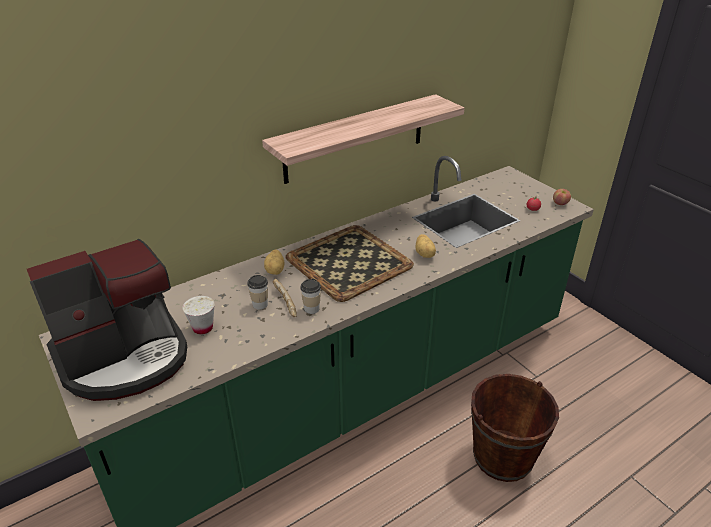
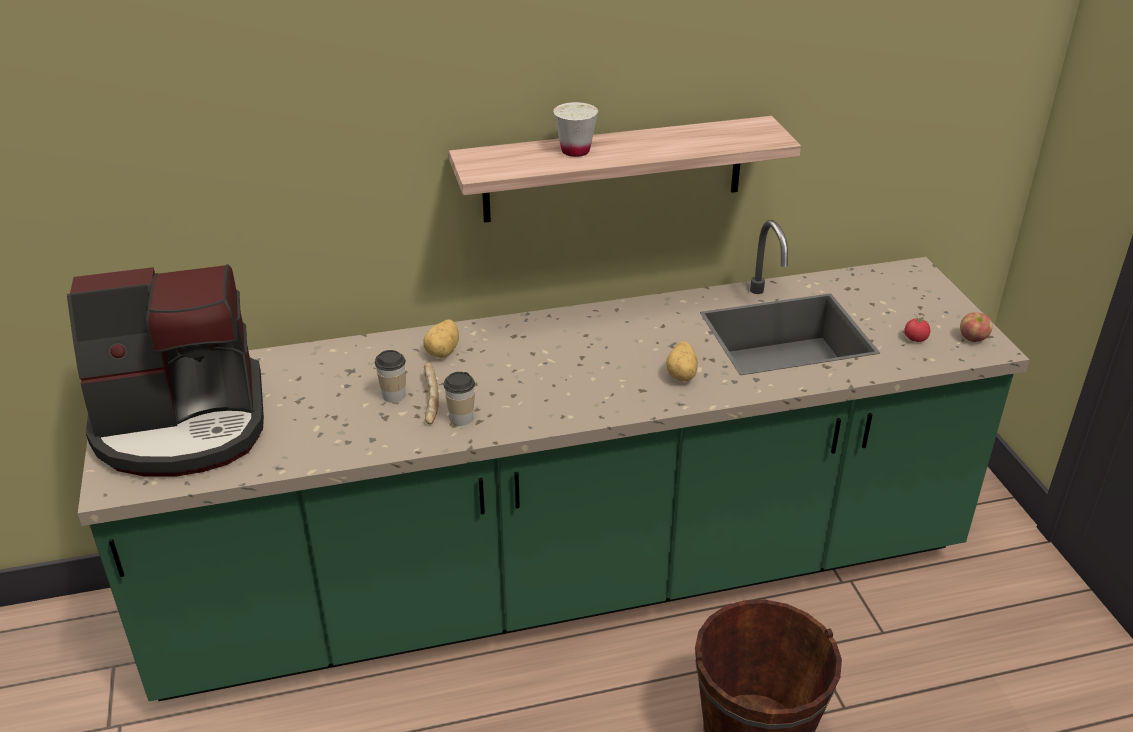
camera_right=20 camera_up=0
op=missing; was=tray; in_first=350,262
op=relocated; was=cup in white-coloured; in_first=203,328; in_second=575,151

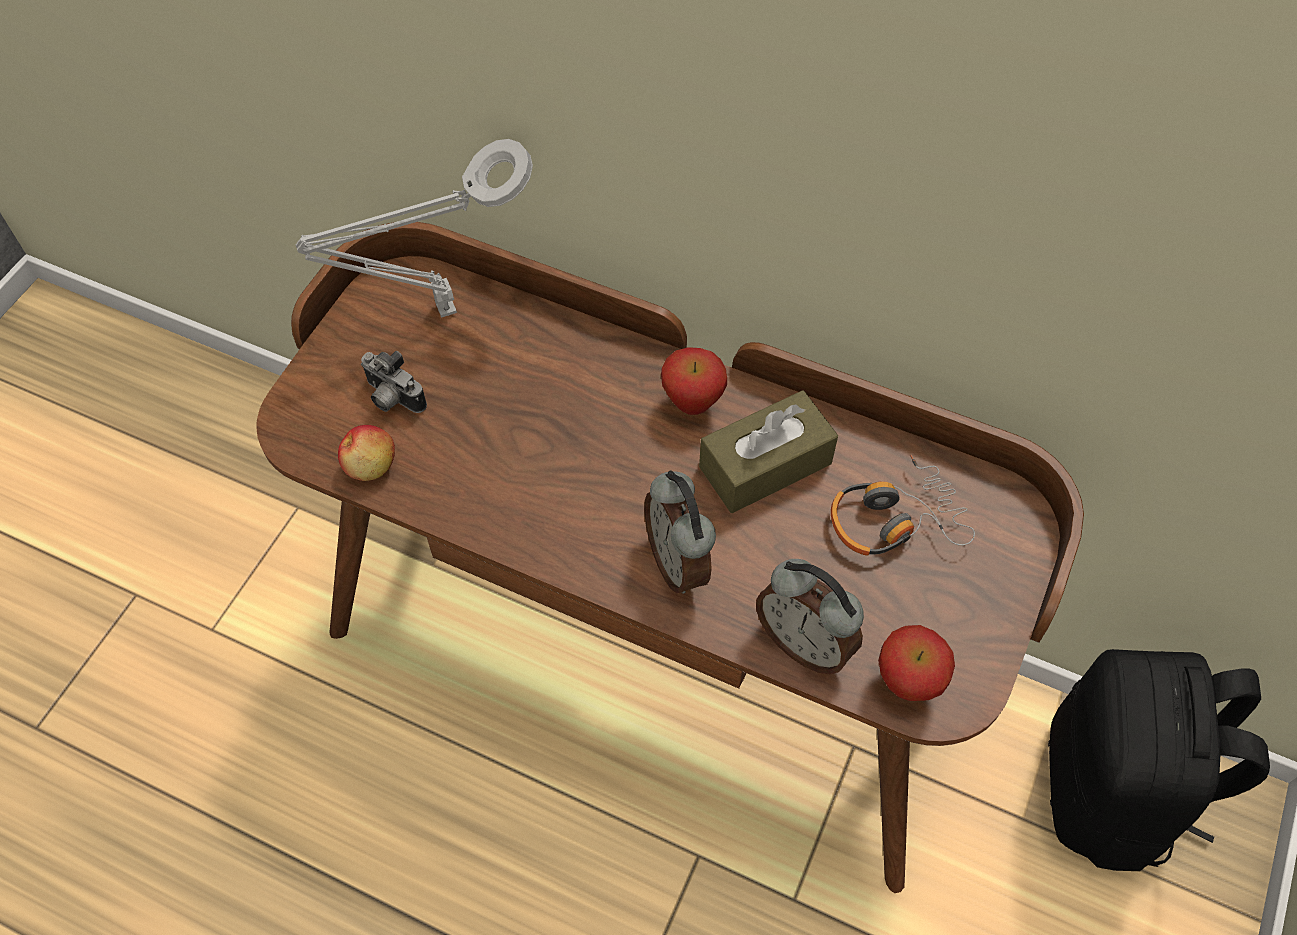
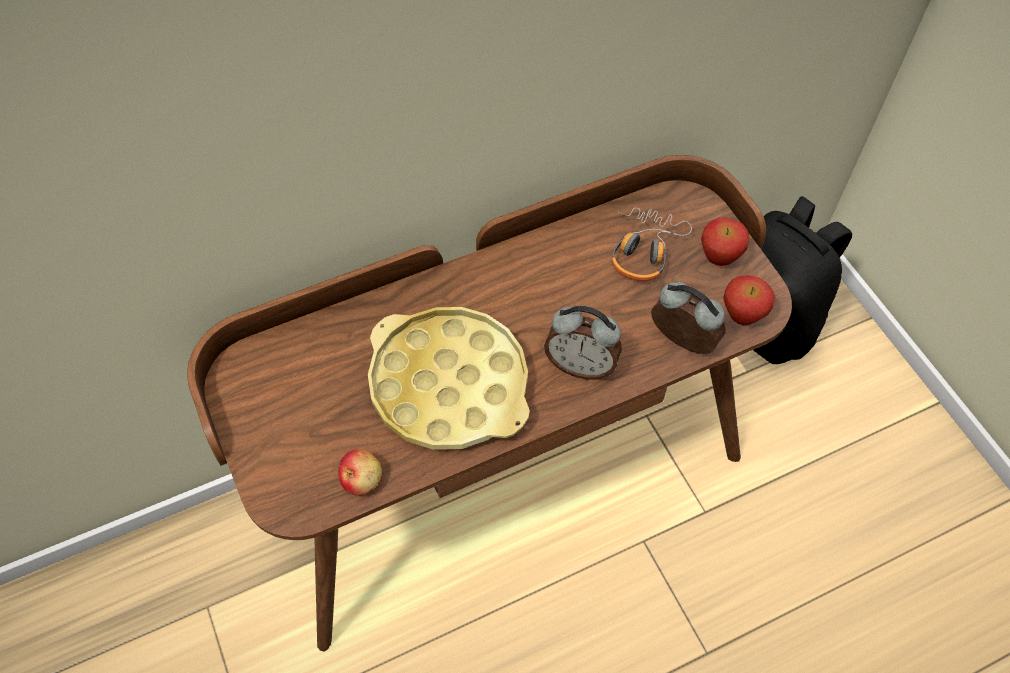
camera_right=-50 camera_up=0
op=missing; was=tabletop lamp in greyish; in_first=439,312
op=relocated; was=whole apple; in_first=692,404; in_second=718,259
op=missing; was=still camera; in_first=392,399
op=missing; was=box of tissues in brown-coloured; in_first=765,465
op=spun; was=bedside clock; in_first=804,642; in_second=680,343; clockwise=-135
op=appeared; now=tray in yellowish; in_second=449,385

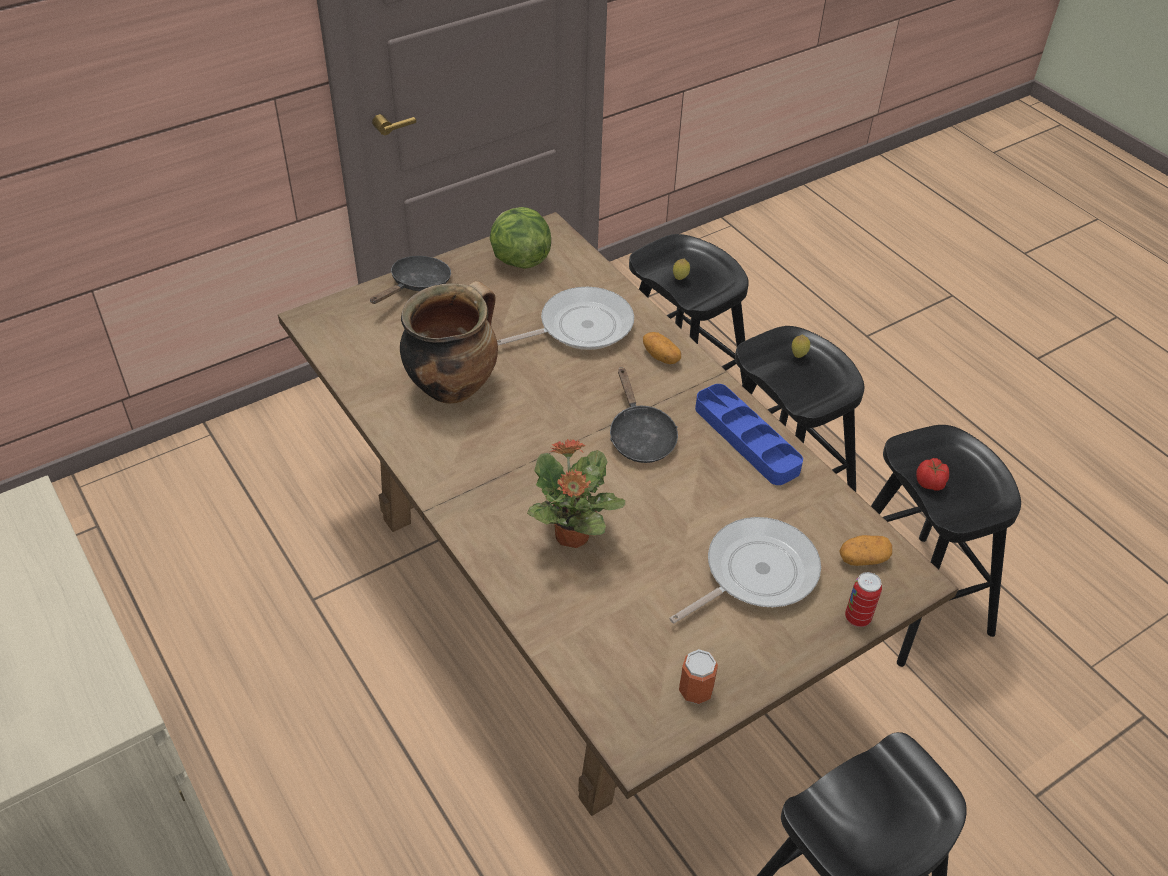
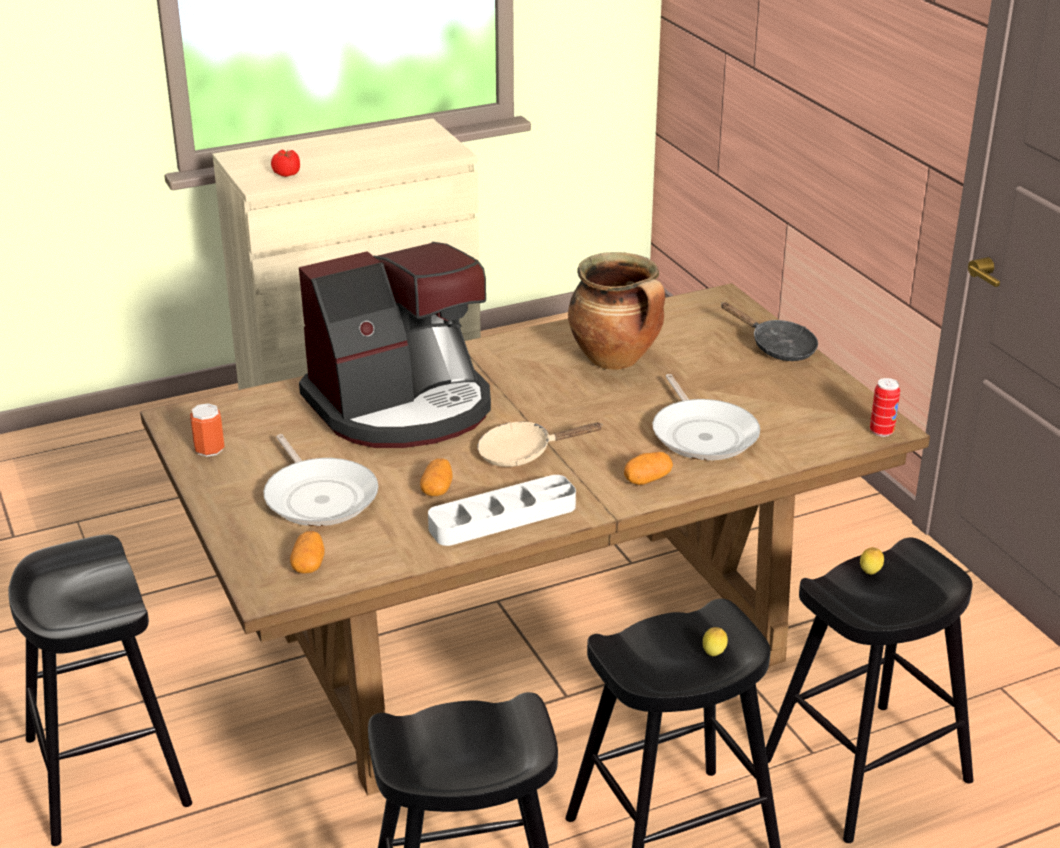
camera_right=100 camera_up=-15
op=missing; was=head of lettuce; in_first=519,259
op=colour; was=frying pan in black; now=frying pan in sand-coloured; in_first=640,436; in_second=522,453
op=colour; was=tray in blue-coloured; now=tray in greyish; in_first=746,439; in_second=502,517
op=exchanged; was=houseplant; now=coffee brewer; in_first=572,536; in_second=402,406
op=relocated; was=tomato; in_first=930,483; in_second=286,174
op=relocated; was=sealed can; in_first=857,618; in_second=881,431
op=appeared; now=spud; in_second=437,489

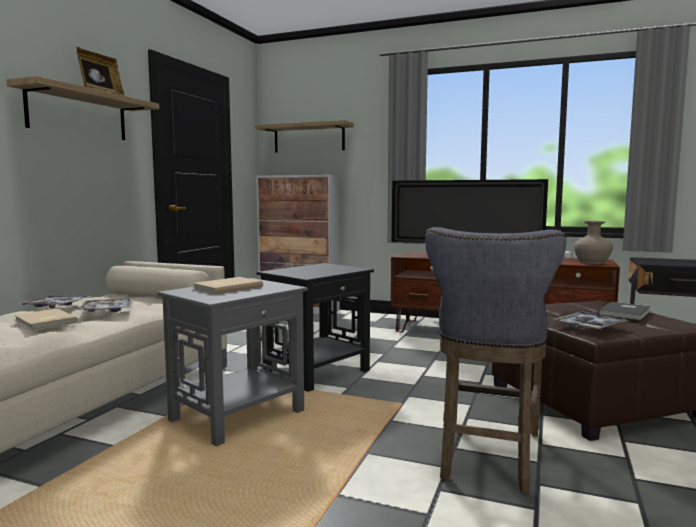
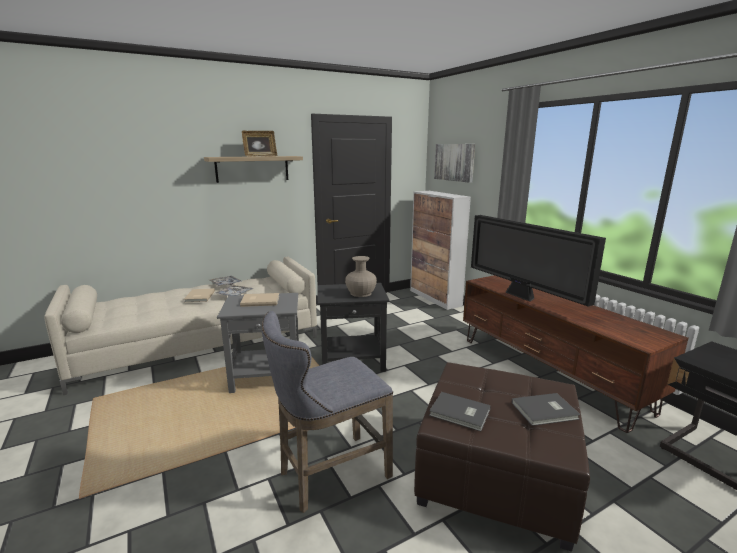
camera_right=40 camera_up=10
op=exchanged; was=bracket shelf; now=wall picture; in_first=309,138; in_second=454,162
op=relocated; was=decorative vase in sand-coloured; in_first=592,262; in_second=361,293
op=exchanged; was=tray; now=volume in greyish; in_first=589,327; in_second=460,413

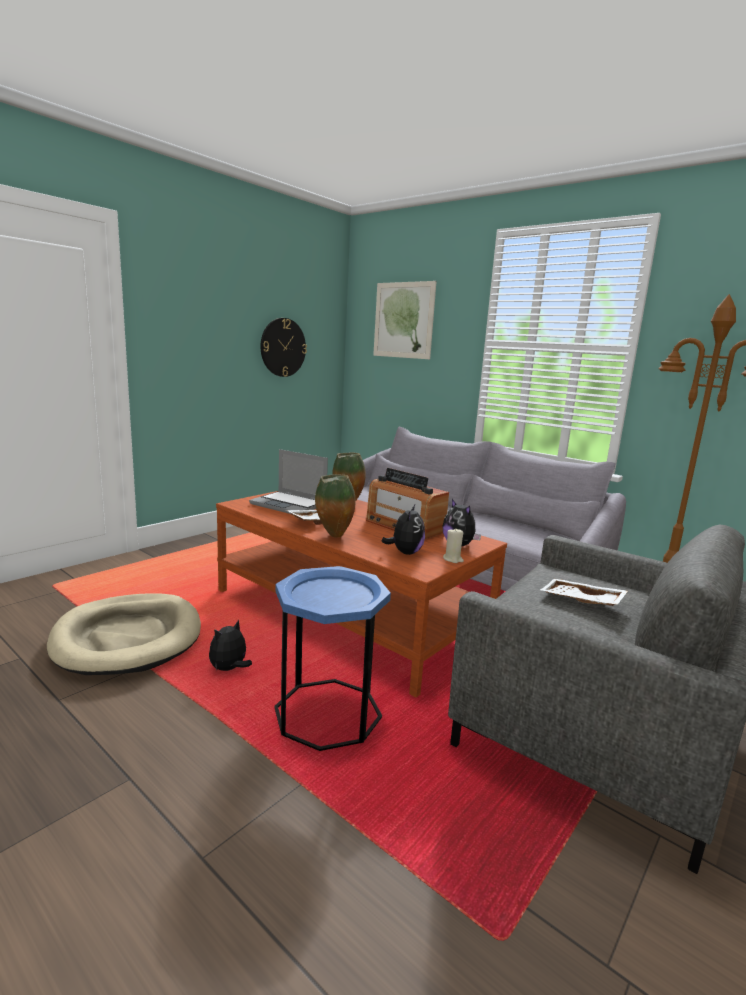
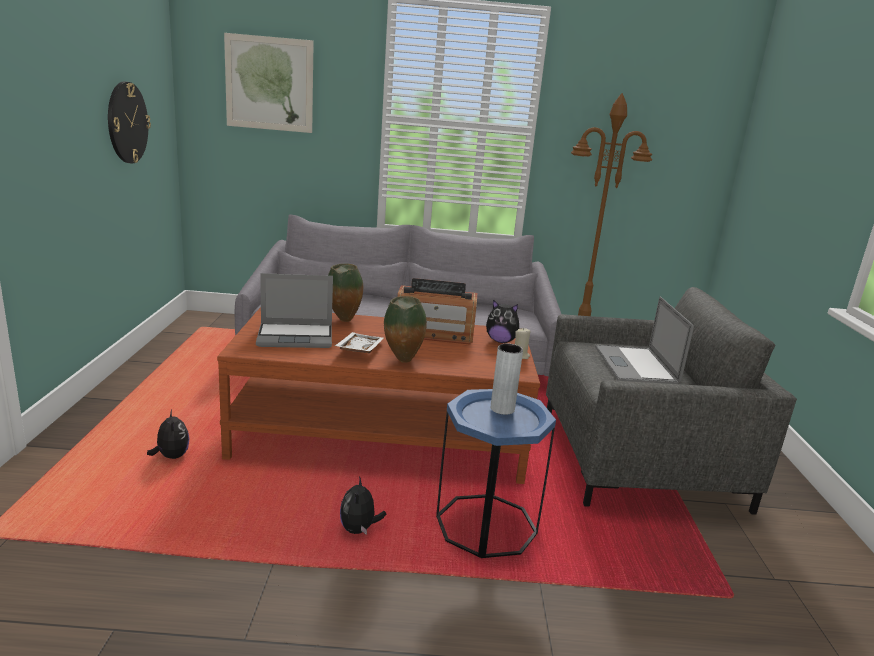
camera_right=-40 camera_up=5
op=relocated; was=plush toy; in_first=405,552; in_second=171,456
op=exchanged; was=tray in white-coloured; now=notebook computer; in_first=581,601; in_second=635,365
op=missing; was=pet bed in sand-coloured; in_first=128,638
op=appeared; now=decorative vase in greyish; in_second=502,409

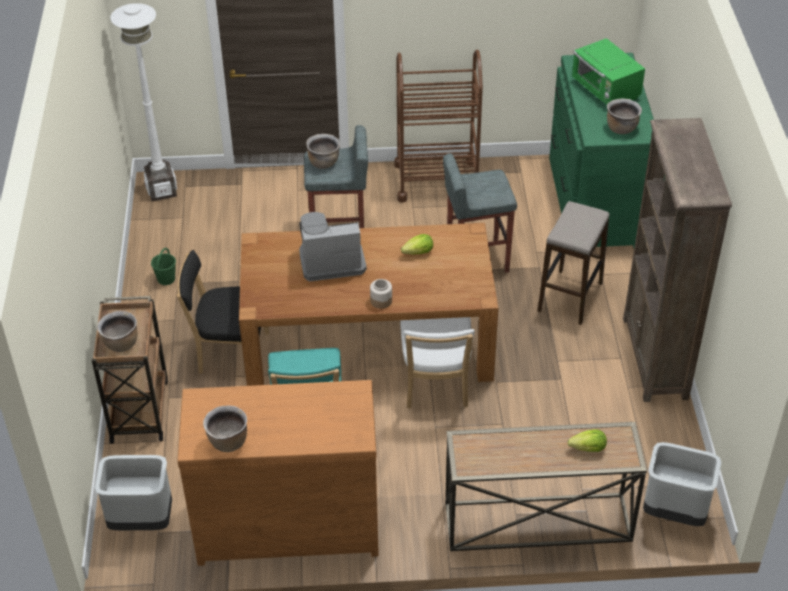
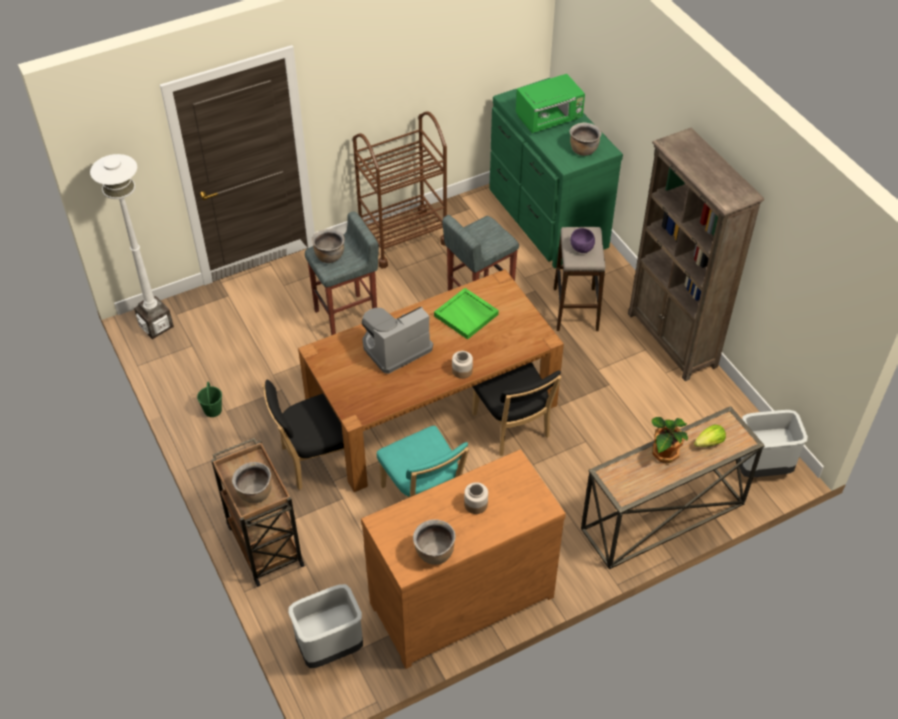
camera_right=-25 camera_up=5
op=spun; was=microwave oven in green-coloured; in_first=605,91; in_second=549,119; clockwise=-60
op=exchanged; was=head of lettuce; now=tray in green-coloured; in_first=418,253; in_second=466,315
op=colour; was=chair in white-coloured; now=chair in black; in_first=435,387; in_second=512,428
op=appeared; now=bowl in purplish; in_second=581,249
op=appeared; now=houseplant; in_second=664,453
op=appeared; now=storage jar; in_second=475,504

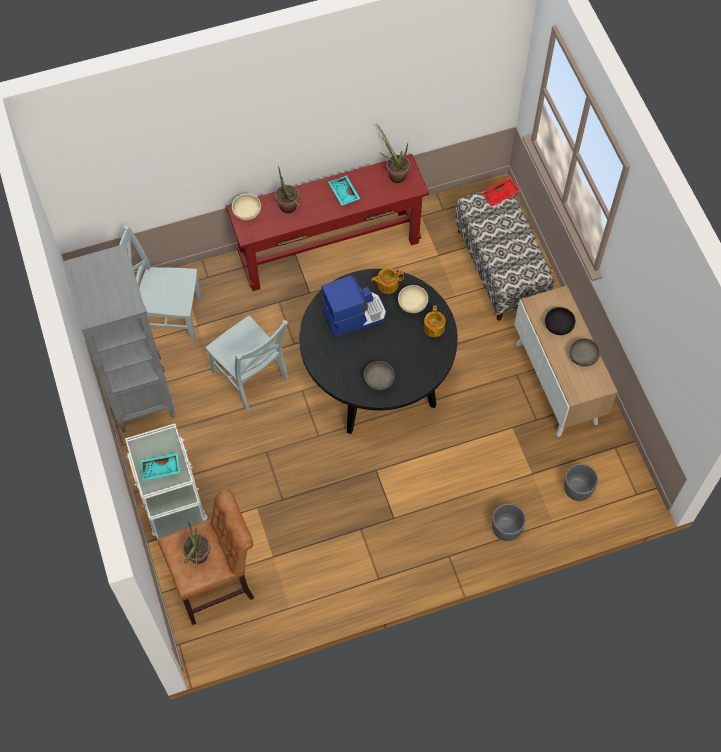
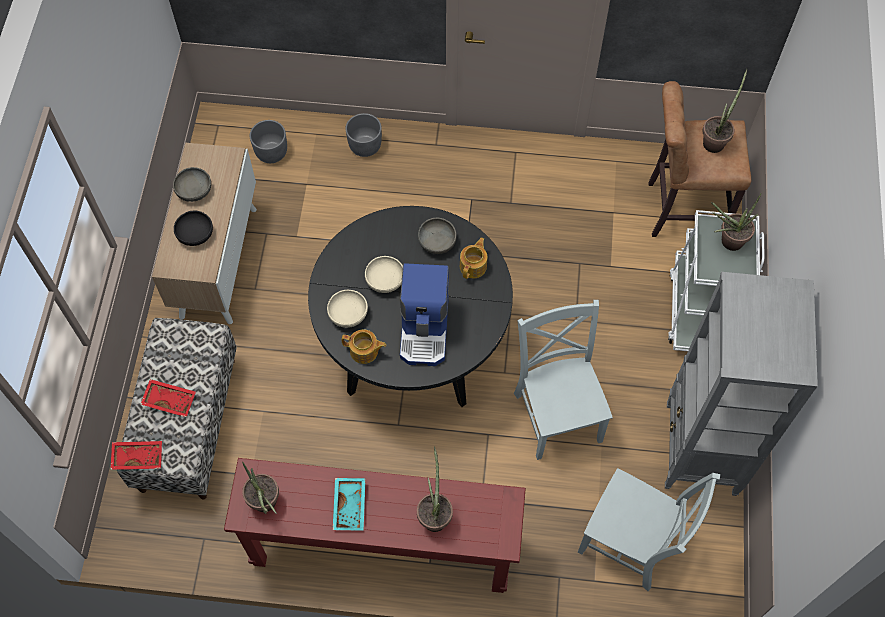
camera_right=-155 camera_up=0
op=relocated; was=bowl in sand-coloured; in_first=247,212; in_second=385,280
op=spun; was=coffee brewer; in_first=354,315; in_second=425,329; clockwise=-90
op=relocated; was=teapot; in_first=433,328; in_second=473,266
op=exchanged; was=tray in turquoise; now=houseplant; in_first=160,469; in_second=727,242
op=appeared; now=tray in red-coloured; in_second=170,399

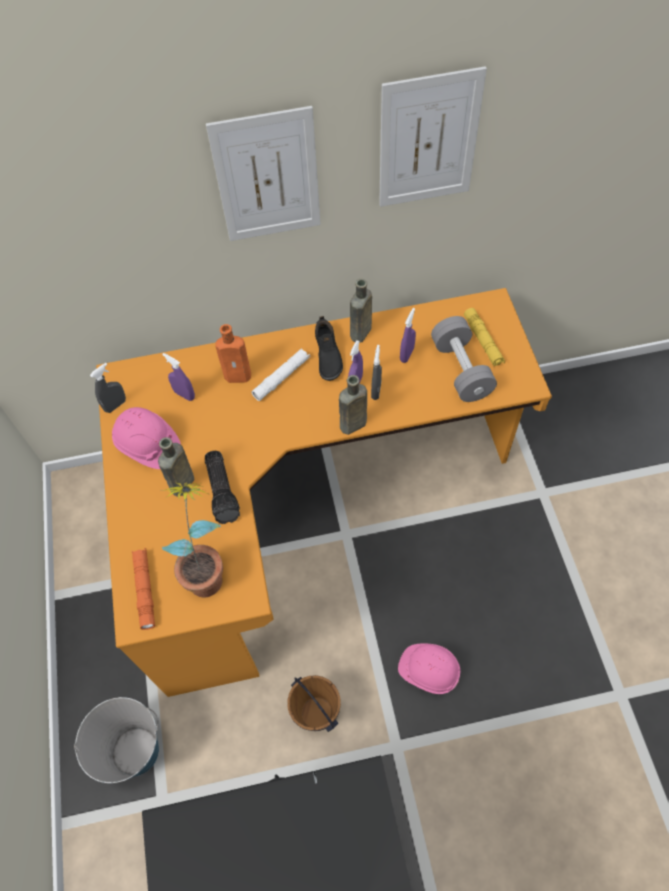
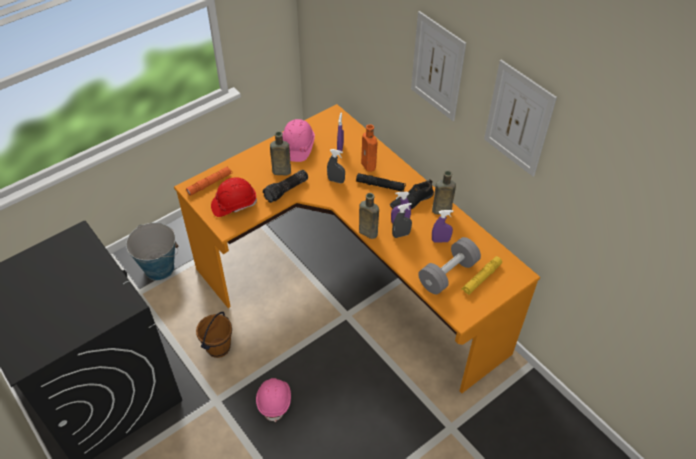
camera_right=60 camera_up=-10
op=colour; was=torch in white-coloured; now=torch in black; in_first=281,377; in_second=380,185
op=relocated; was=sprayer in greyish; in_first=115,405; in_second=336,180
op=exchanged; was=houseplant; now=work helmet in red-coloured; in_first=208,570; in_second=234,204

